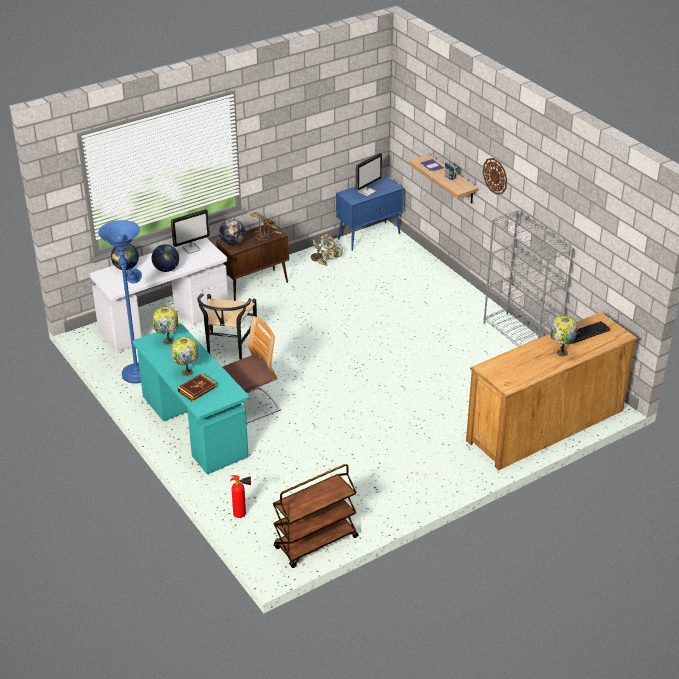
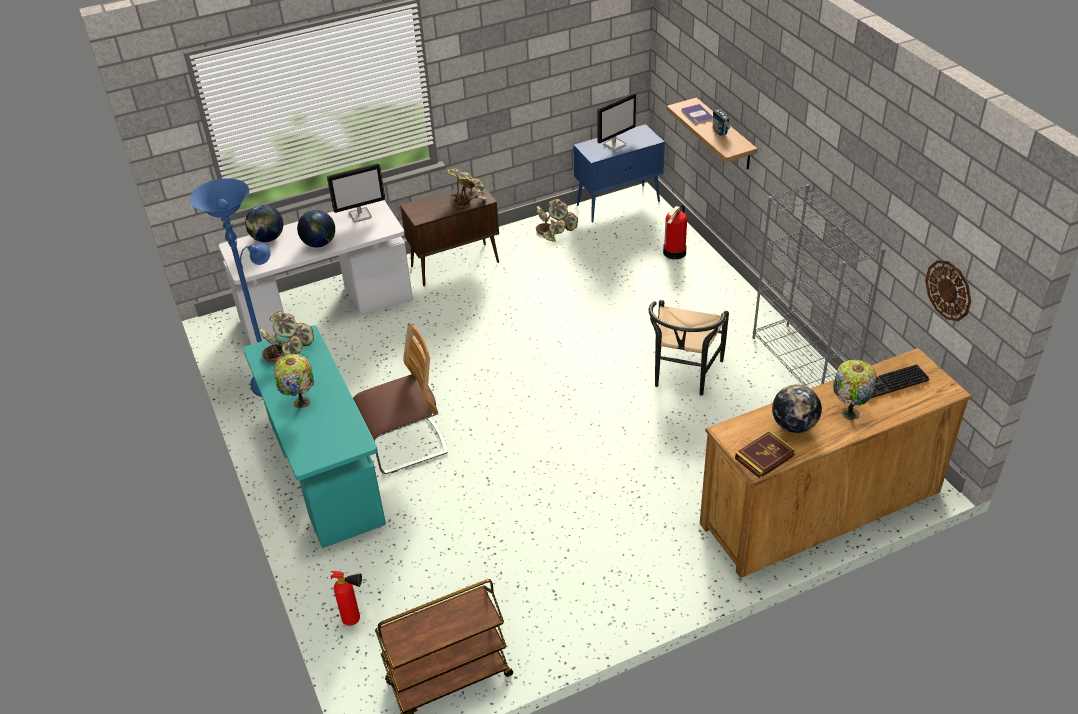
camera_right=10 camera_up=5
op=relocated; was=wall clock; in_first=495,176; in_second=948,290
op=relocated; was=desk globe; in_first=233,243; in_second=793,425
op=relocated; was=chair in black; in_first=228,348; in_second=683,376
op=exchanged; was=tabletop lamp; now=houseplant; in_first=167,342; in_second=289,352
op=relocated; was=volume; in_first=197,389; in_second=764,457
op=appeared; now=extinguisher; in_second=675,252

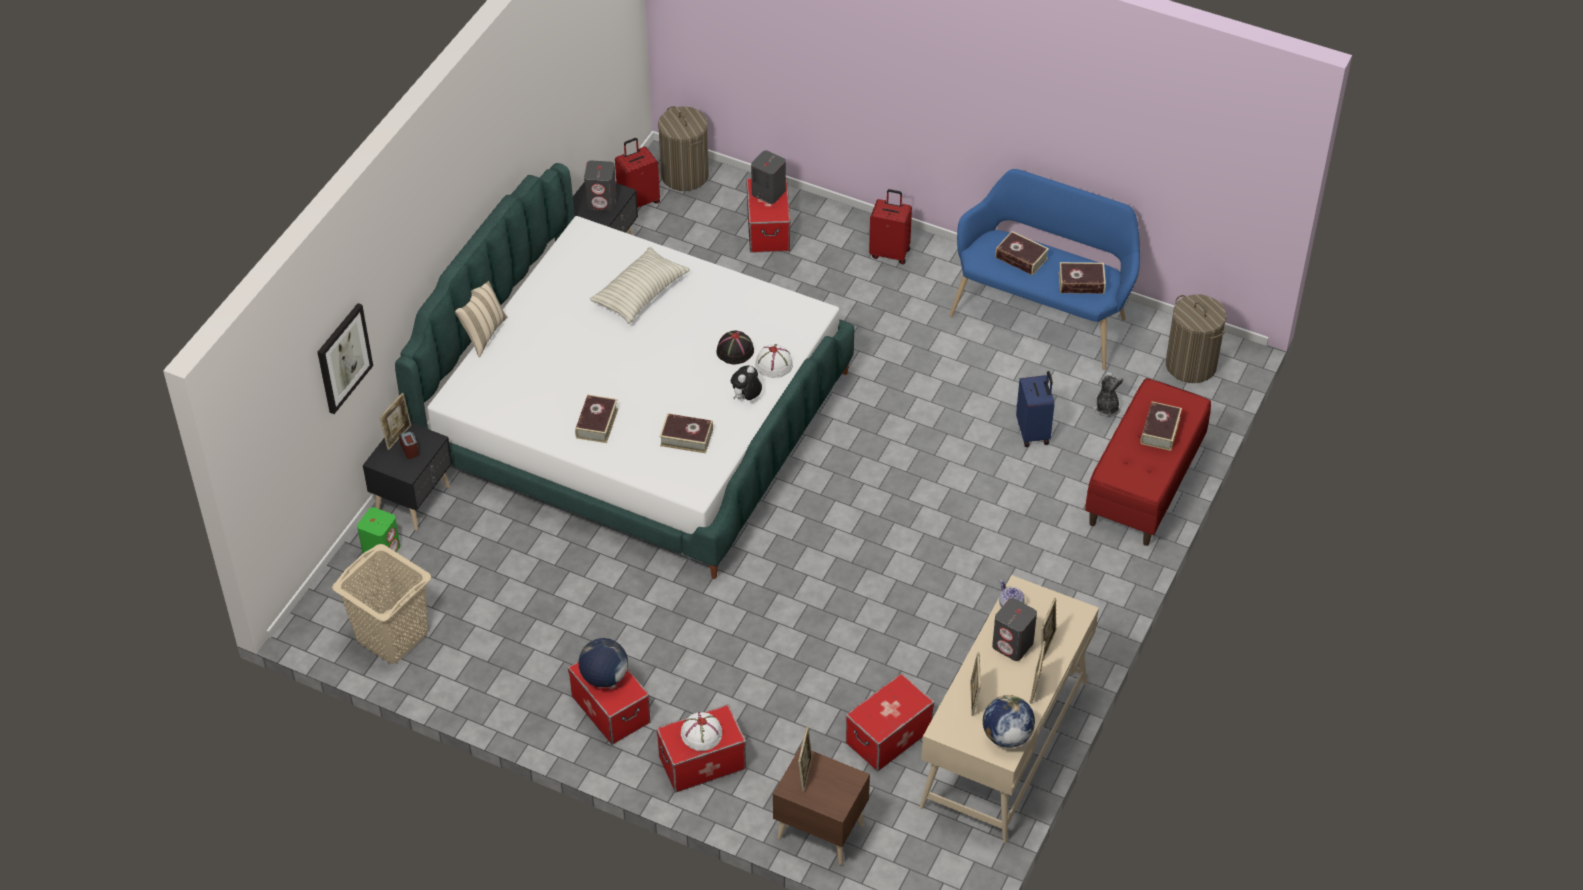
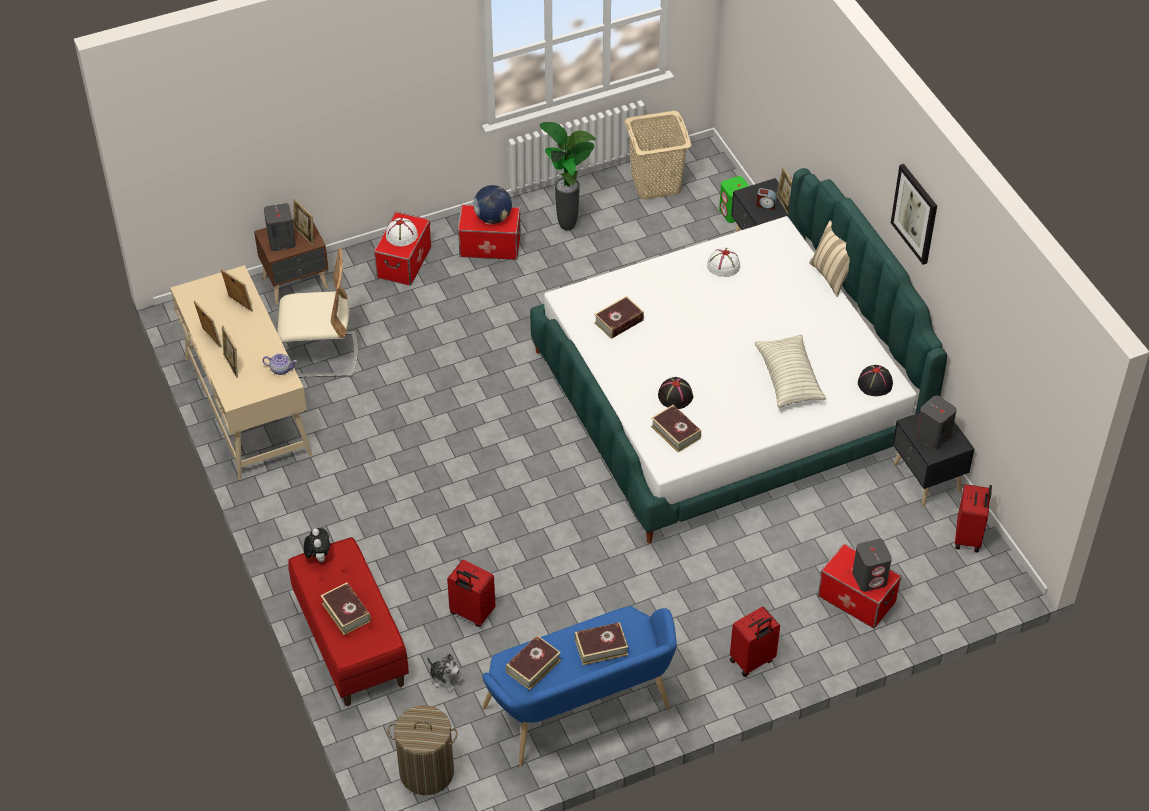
camera_right=130 camera_up=0
op=missing; was=hamper; in_first=685,175
op=relocated; was=wall picture; in_first=343,358; in_second=915,213
op=relocated; was=wearable hat in white-coloured; in_first=774,364; in_second=723,265
op=relocated; was=plush toy; in_first=746,398; in_second=318,556
op=colour; was=piece of luggage in blue-coloured; now=piece of luggage in red-coloured; in_first=1034,432; in_second=471,613
op=relocated; was=volume; in_first=597,423; in_second=675,432
op=relocated; was=loudspeaker in greyish; in_first=1013,645; in_second=281,241
op=exchanged; was=storage container; now=chair in sand-coloured; in_first=888,736; in_second=320,355
op=missing; was=desk globe; in_first=1006,736
op=appeared; now=houseplant; in_second=566,226
op=appeared; now=wearable hat in black; in_second=875,383

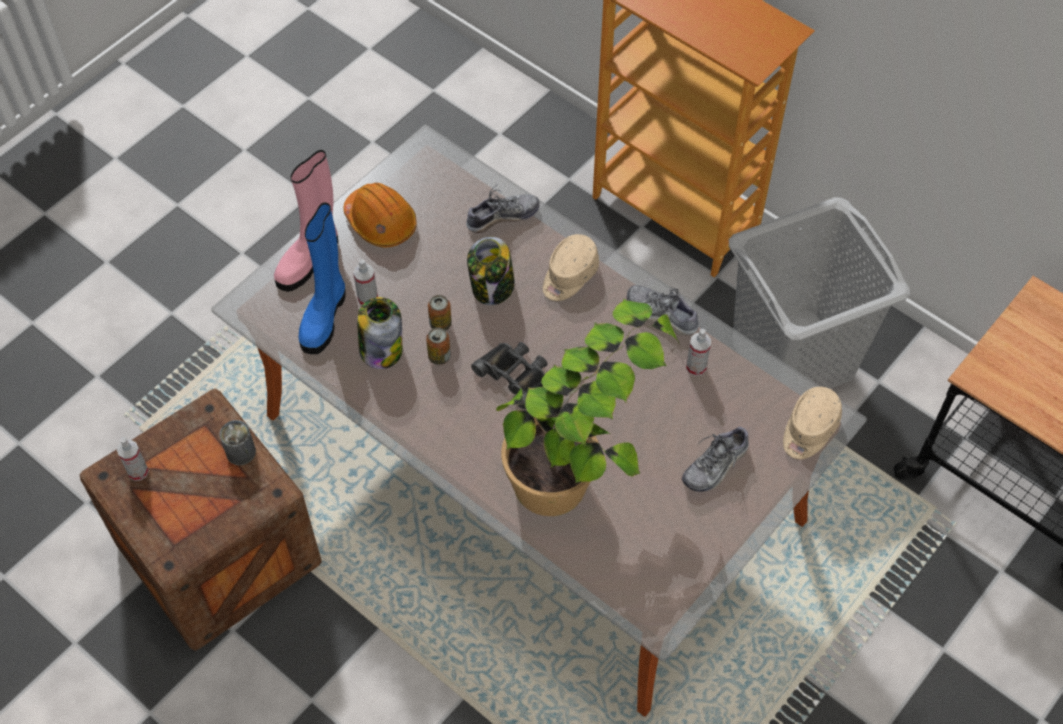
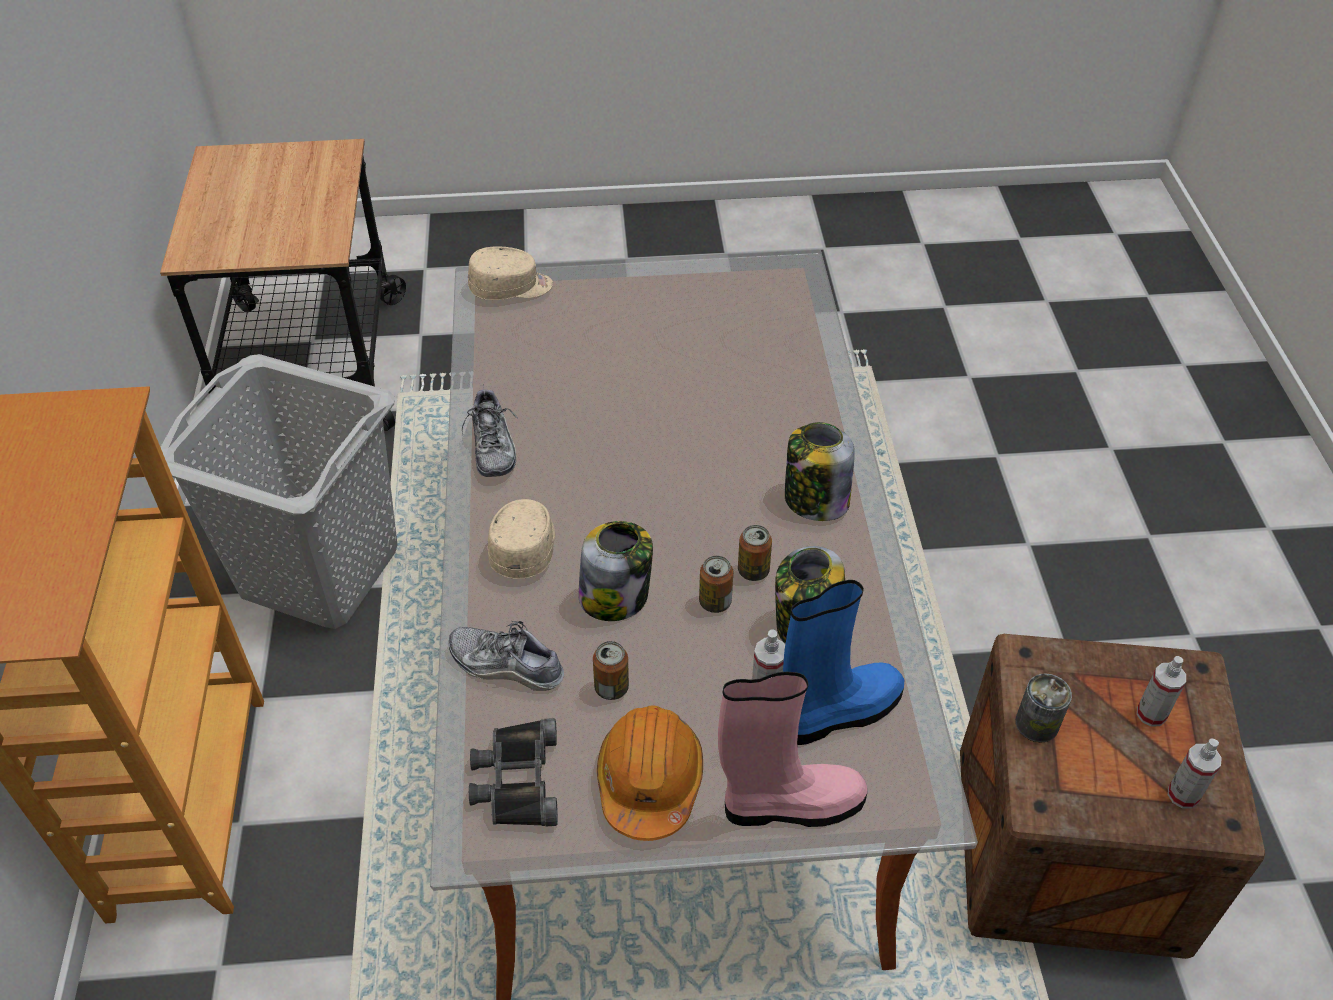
camera_right=-135 camera_up=-10
op=spun; was=cap in sand-coloured; in_first=569,276; in_second=525,546; clockwise=-75
op=missing; was=houseplant; in_first=582,464
op=relocated; was=sprayer; in_first=696,367; in_second=1151,714
op=relocated; was=field glasses in black; in_first=515,375; in_second=516,780
op=missing; was=low shoe; in_first=716,465
op=appeared; now=storage jar; in_second=815,500
op=appeared; now=sealed can; in_second=611,687

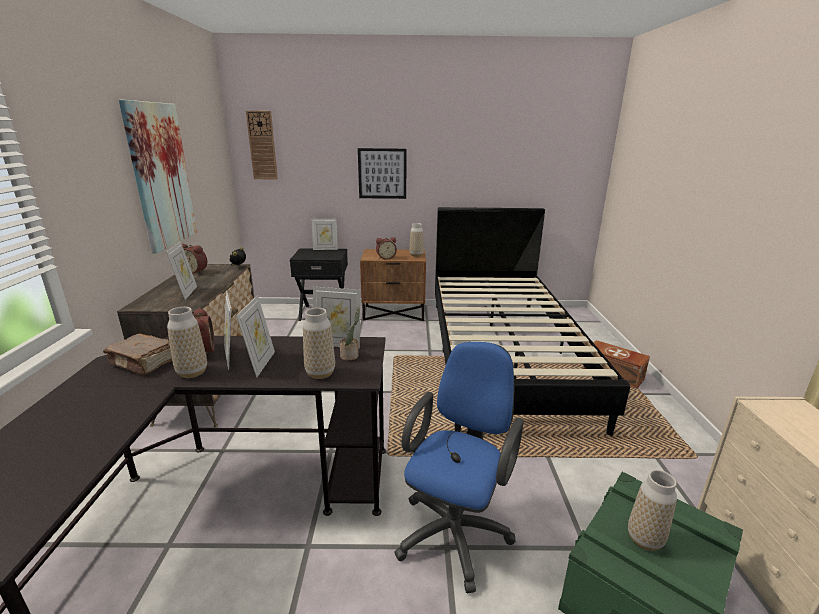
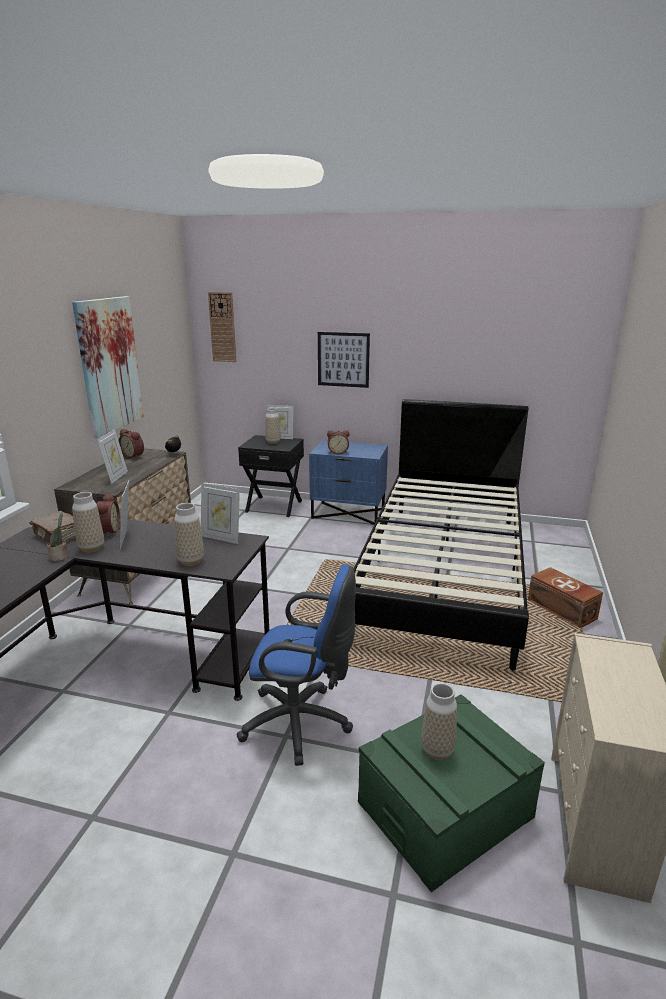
camera_right=15 camera_up=0
op=relocated; was=decorative vase; in_first=416,255; in_second=273,442
op=colour; was=nightstand in brown-coloured; now=nightstand in blue-coloured; in_first=394,313; in_second=348,513
op=missing; was=photo frame; in_first=260,364
op=relocated; was=houseplant; in_first=351,356; in_second=60,557
op=spun; was=desk chair in blue-coloured; in_first=456,529; in_second=301,724; clockwise=60

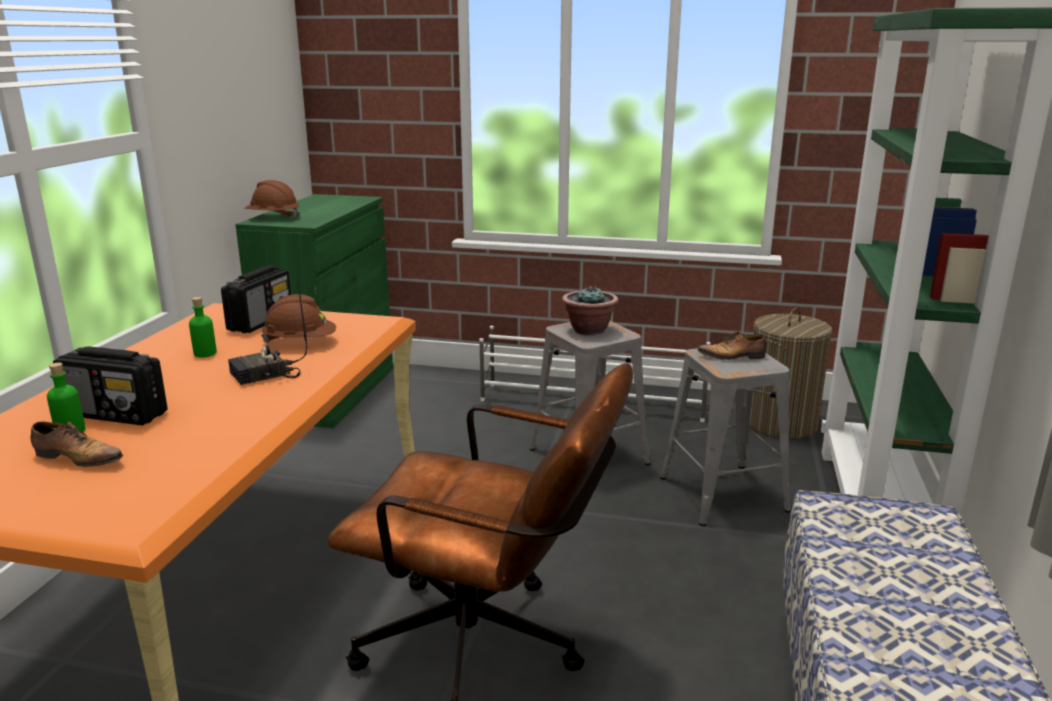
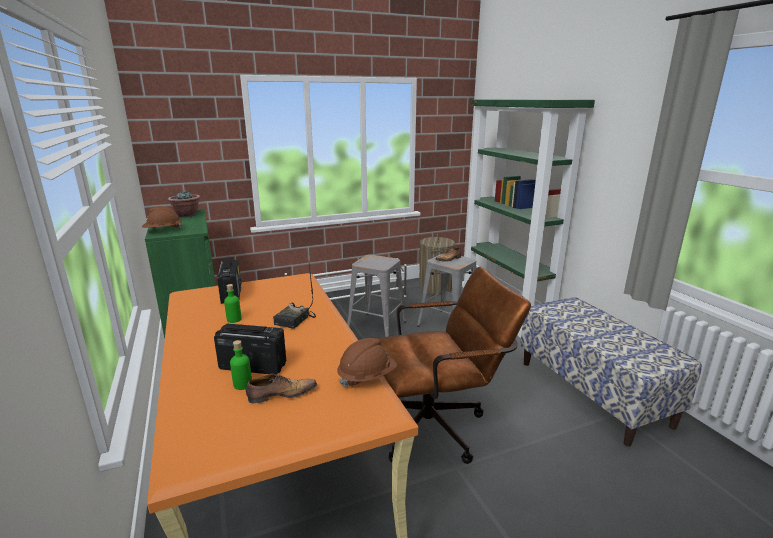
camera_right=-35 camera_up=0
op=relocated; was=houseplant; in_first=589,330; in_second=186,215
op=relocated; was=work helmet in brown-coloured; in_first=300,342; in_second=367,377
op=spun; was=radio receiver; in_first=117,414; in_second=252,366; clockwise=-150

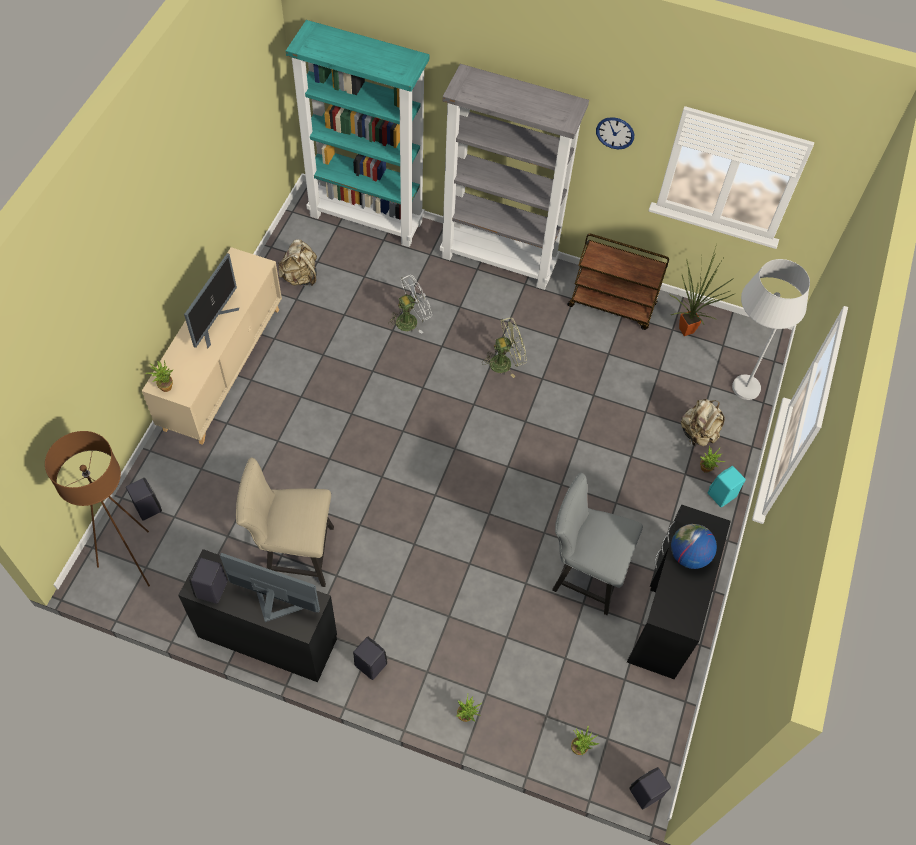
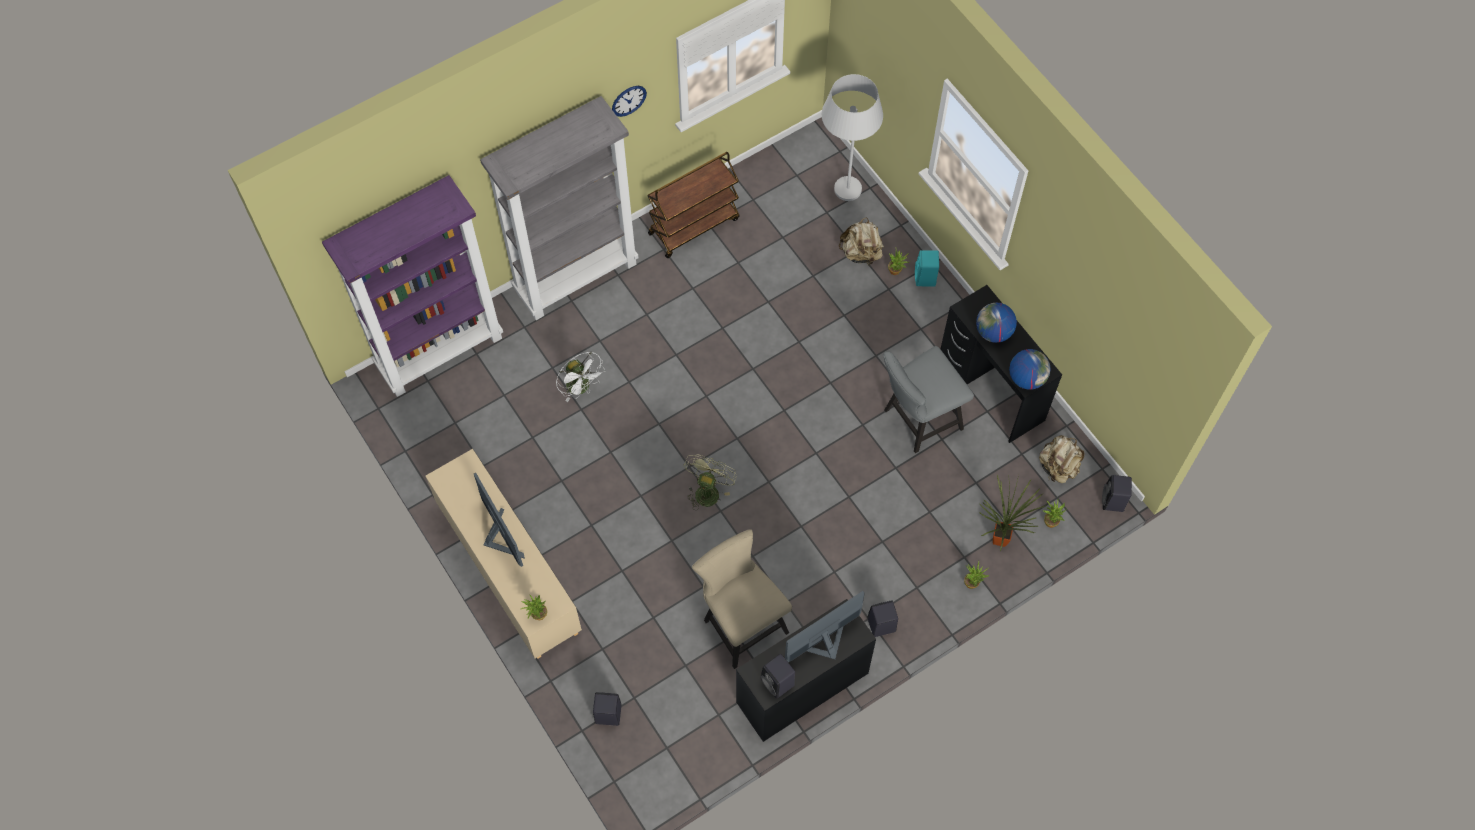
camera_right=-50 camera_up=5
op=colour; was=shelving unit in turquoise; now=shelving unit in purplish; in_first=367,218; in_second=440,351
op=relocated; was=knapsack in sand-coloured; in_first=300,277; in_second=1058,467
op=relocated; was=houseplant; in_first=688,330; in_second=1001,537
op=spun; was=electric fan in white-coloured; in_first=410,320; in_second=582,388; clockwise=135
op=relocated; was=electric fan in green-coloured; in_first=505,362; in_second=708,490
op=missing; was=standard lamp in brown-coloured; in_first=132,560
op=spun; was=chair in sand-coloured; in_first=294,553; in_second=741,622; clockwise=105
op=appeared; now=desk globe; in_second=1026,378

